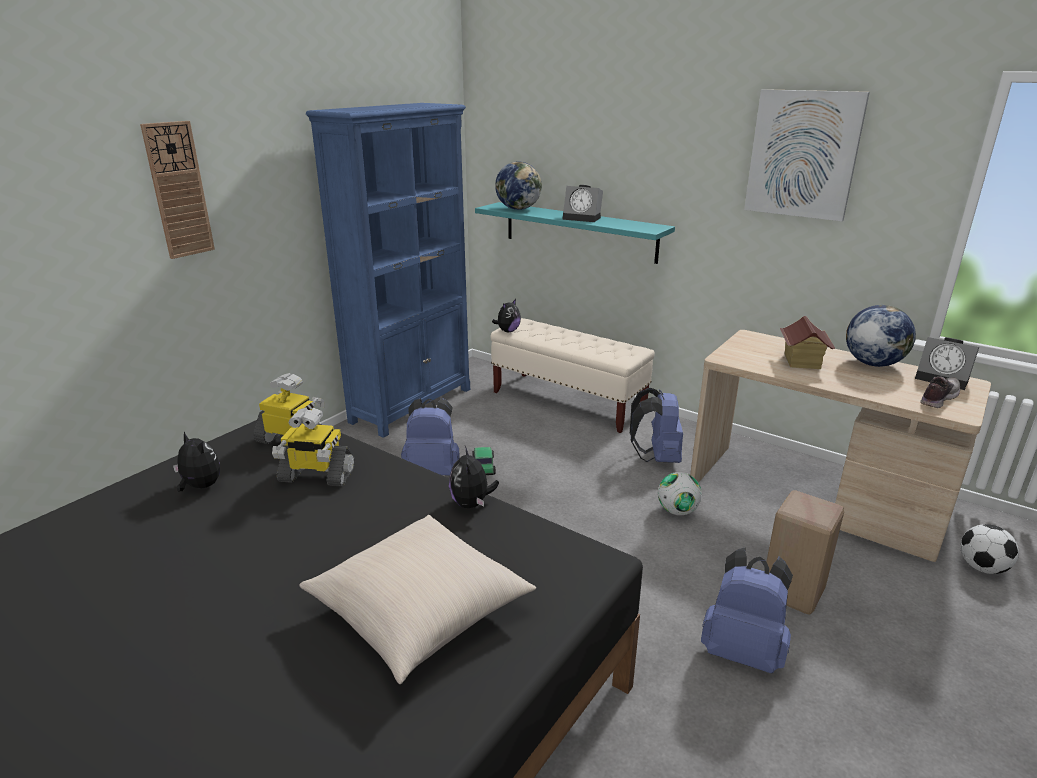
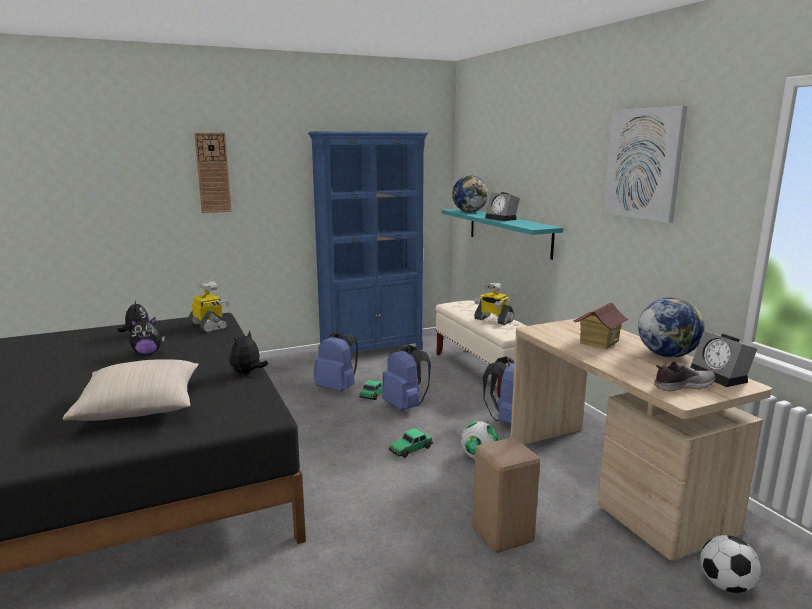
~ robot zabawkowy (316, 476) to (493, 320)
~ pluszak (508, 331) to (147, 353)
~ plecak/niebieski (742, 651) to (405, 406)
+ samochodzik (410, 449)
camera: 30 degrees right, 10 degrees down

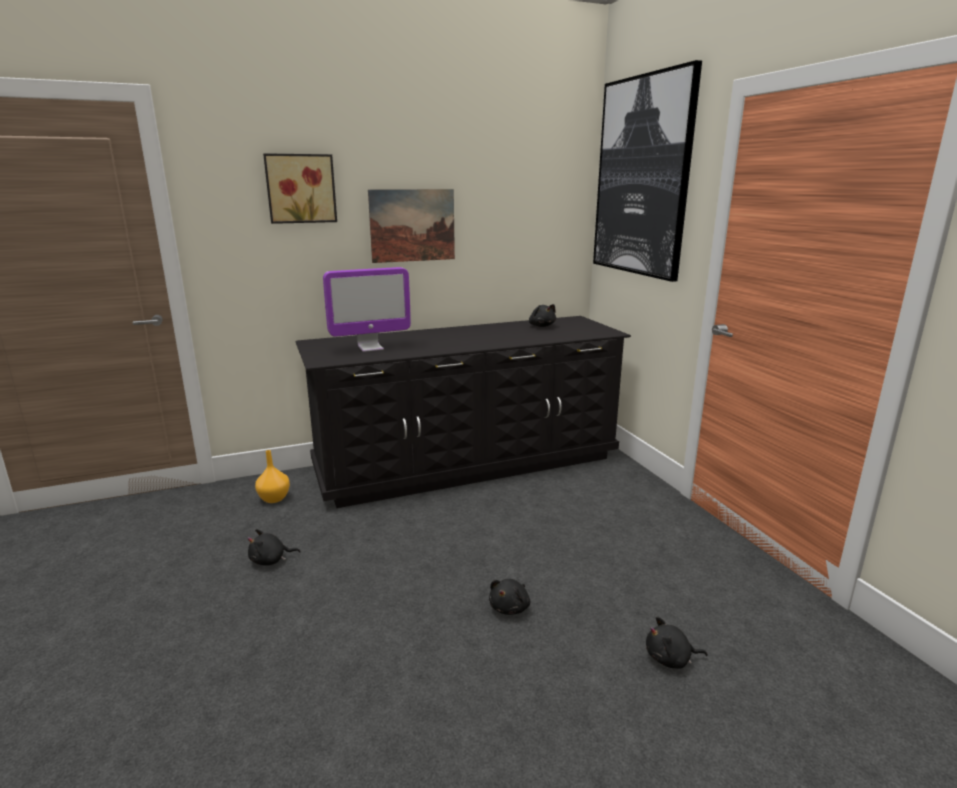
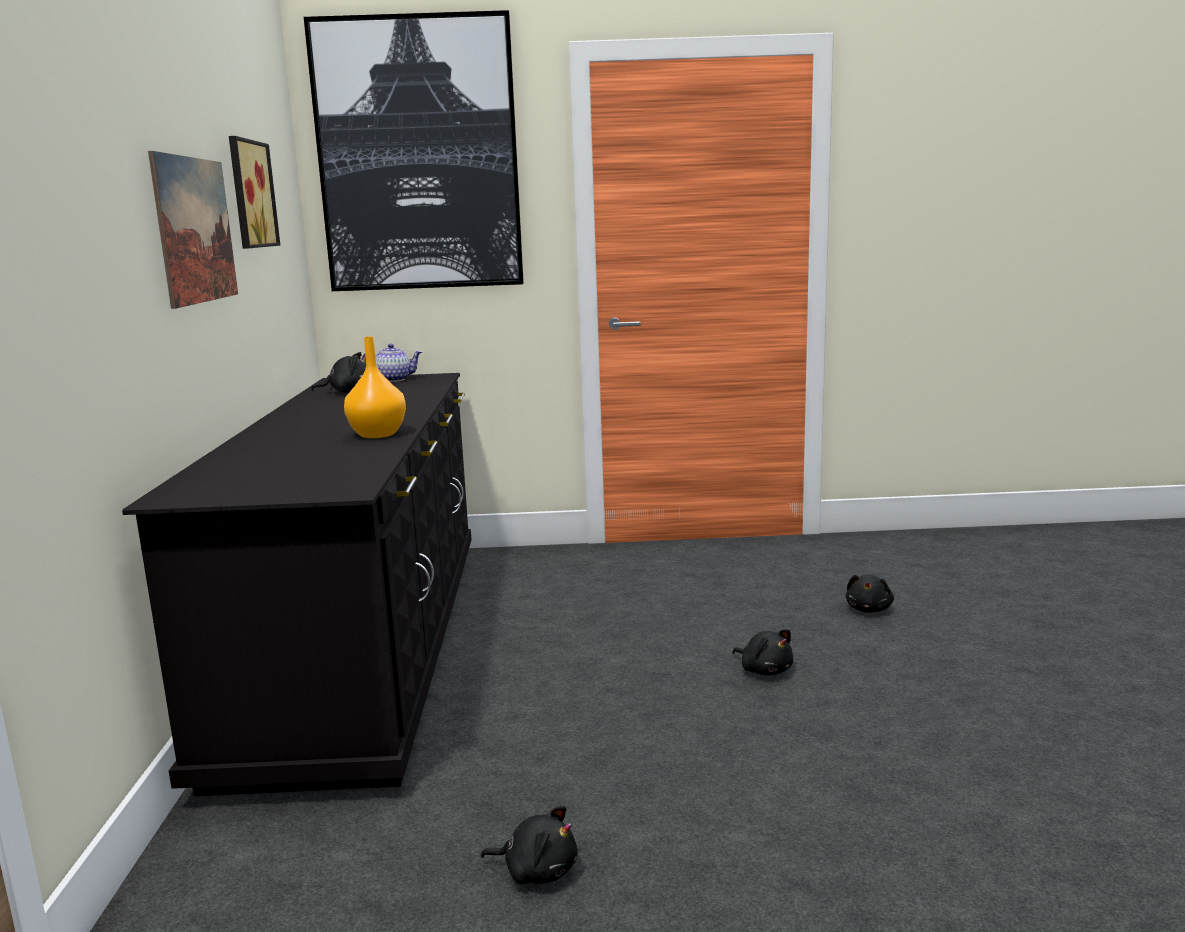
~ pluszak/czarny (271, 560) = (537, 870) 75 degrees counterclockwise
~ wazon/pomarańczowy (274, 498) to (376, 435)
~ obraz (301, 188) to (248, 194)
- monitor (370, 348)
+ imbryk (394, 379)
camera: 70 degrees left, 5 degrees down

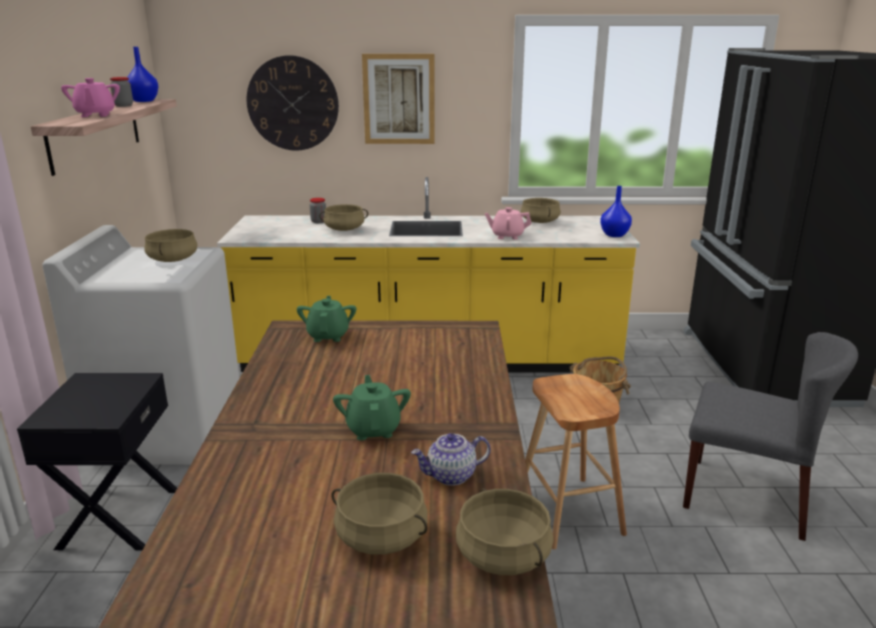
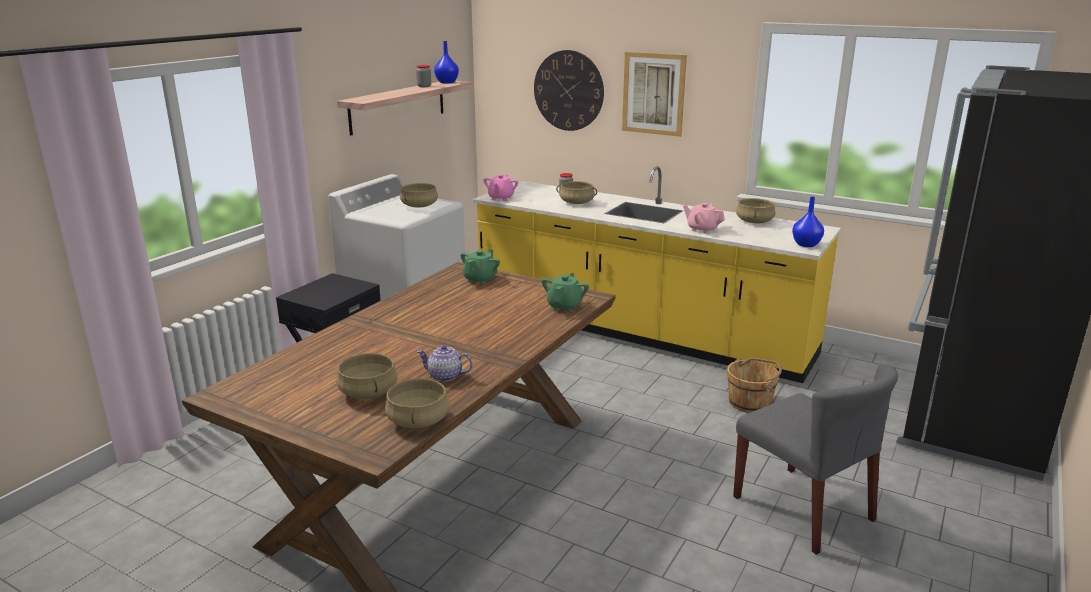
~ imbryk/różowy (95, 115) to (501, 198)
~ imbryk/zielony (373, 429) to (565, 306)
- stołek/brązowy (568, 511)
camera: 30 degrees right, 0 degrees up

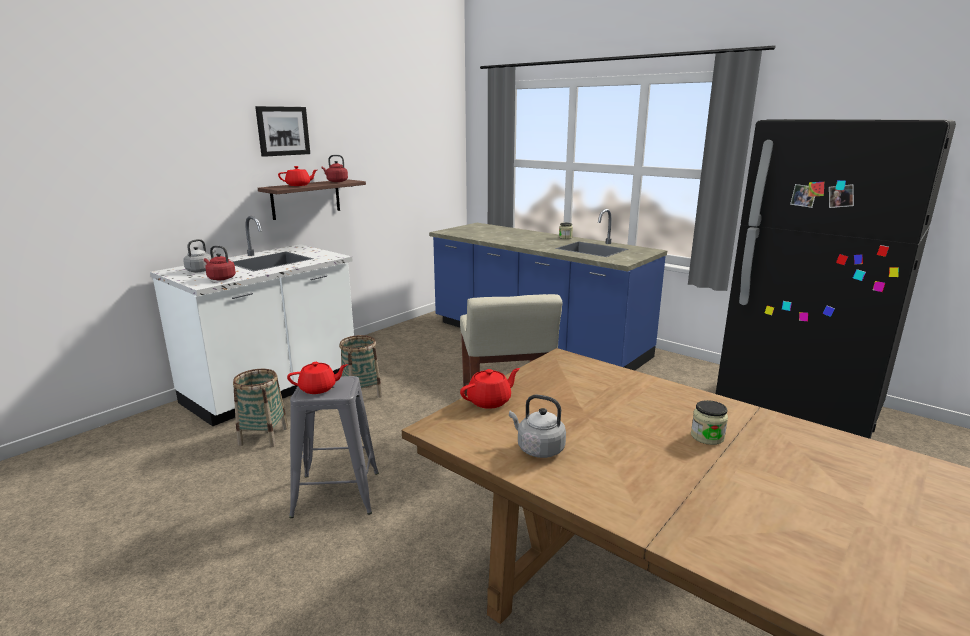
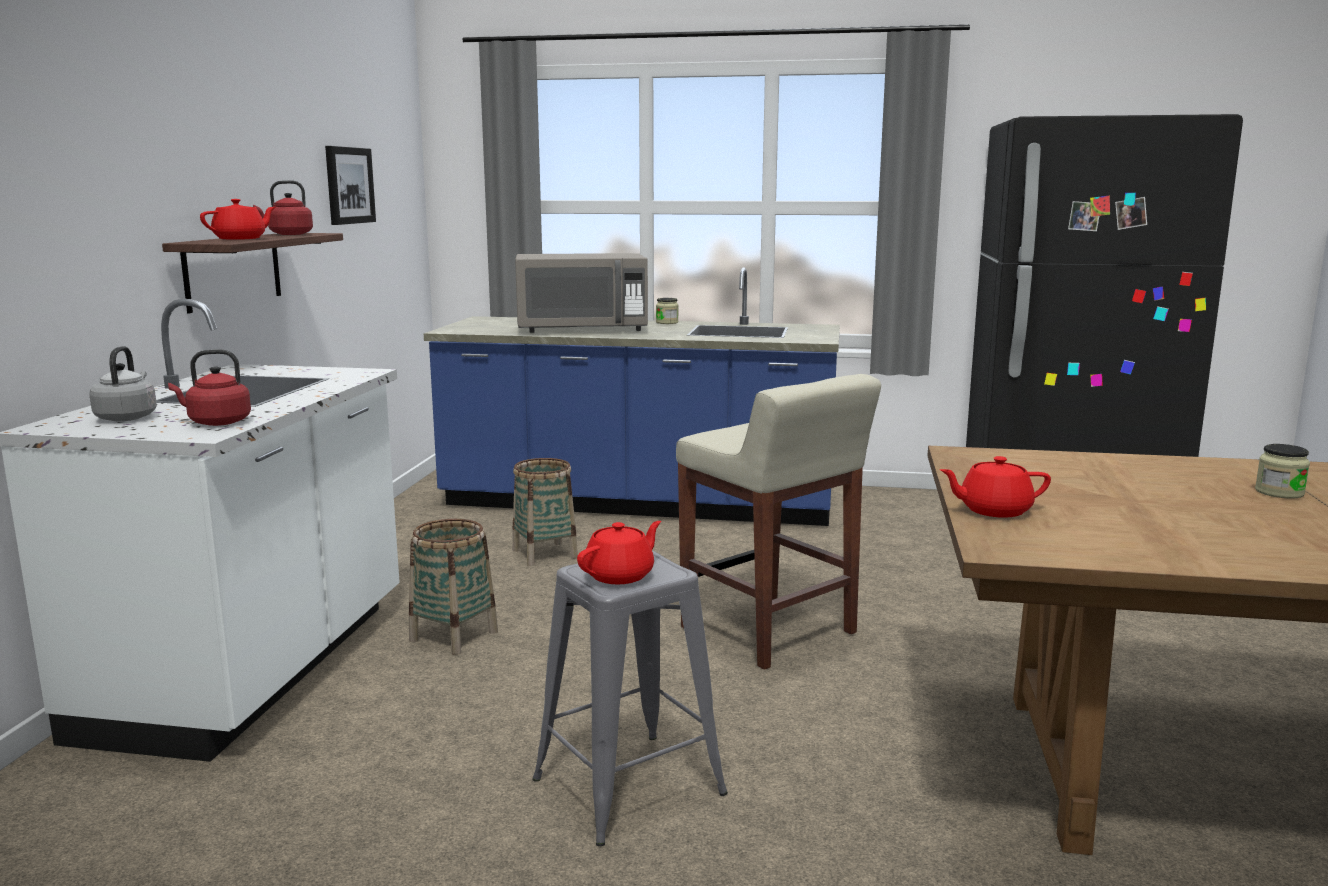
~ koszyk (263, 436) to (544, 554)
~ obraz (282, 131) to (348, 185)
~ imbryk/czerwony (490, 401) = (993, 510) 120 degrees counterclockwise
- czajnik/szary (538, 449)
+ mikrofalówka/szary (582, 329)
camera: 30 degrees left, 5 degrees down

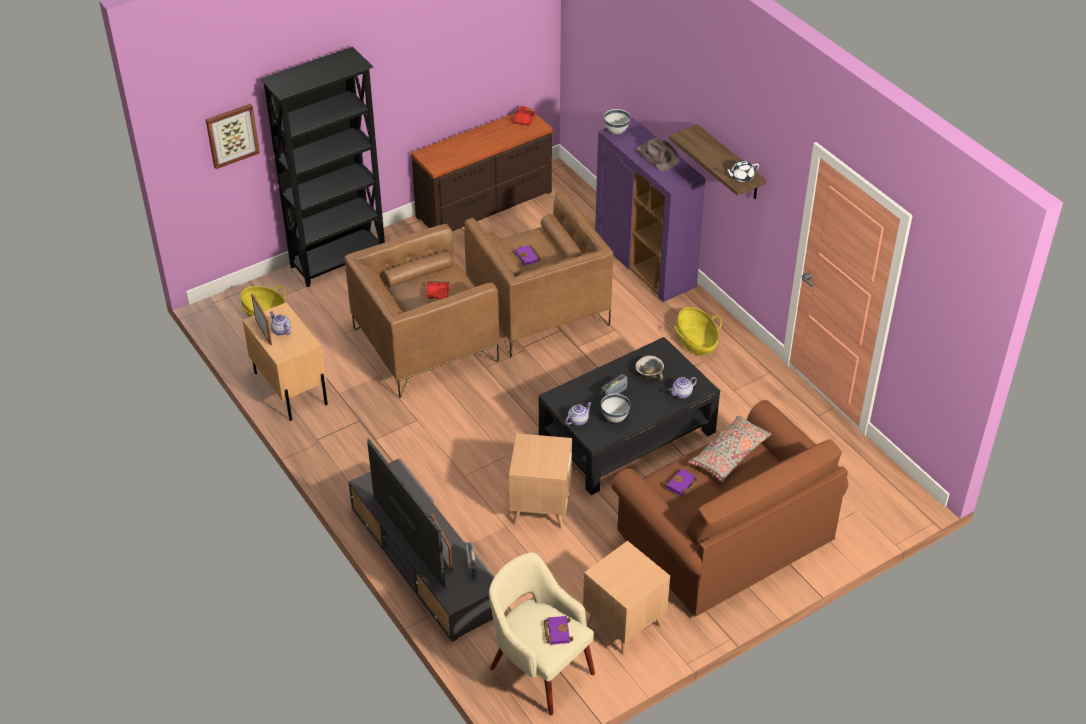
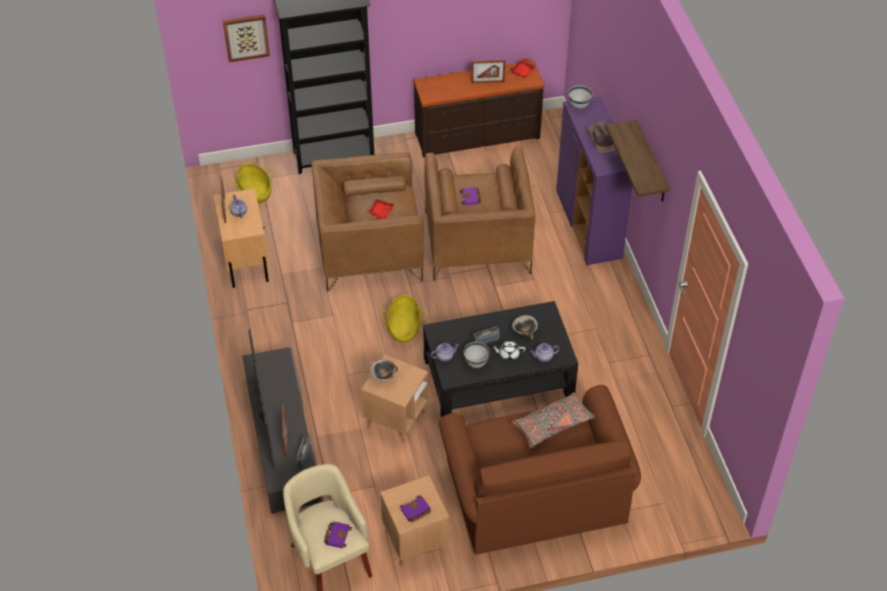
~ książka/fioletowy (681, 485) to (415, 511)
~ koszyk (696, 342) to (404, 328)
~ imbryk/biały (741, 177) to (508, 354)
+ miska (383, 376)
+ ramka na zdjęcie (487, 82)
camera: 20 degrees right, 5 degrees up

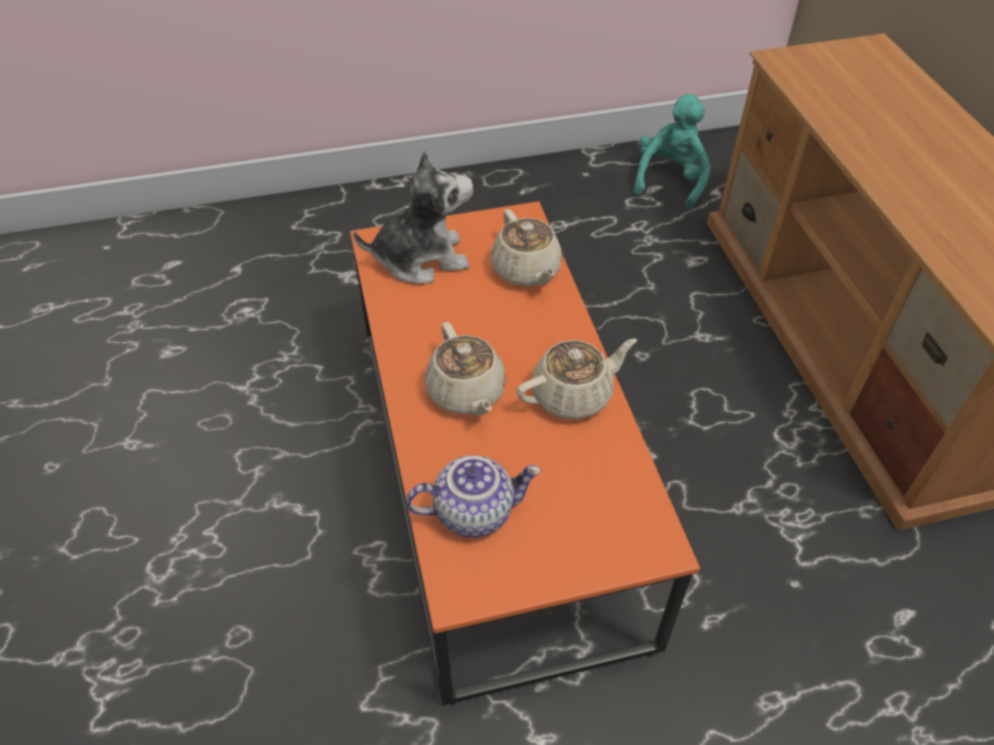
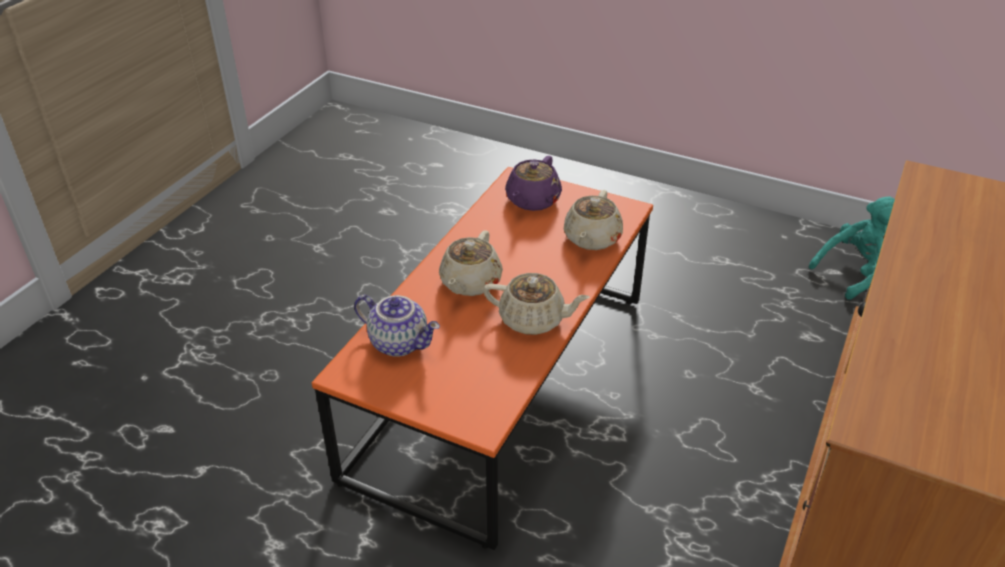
~ pluszak (421, 258) to imbryk/fioletowy (532, 200)
camera: 40 degrees right, 10 degrees down

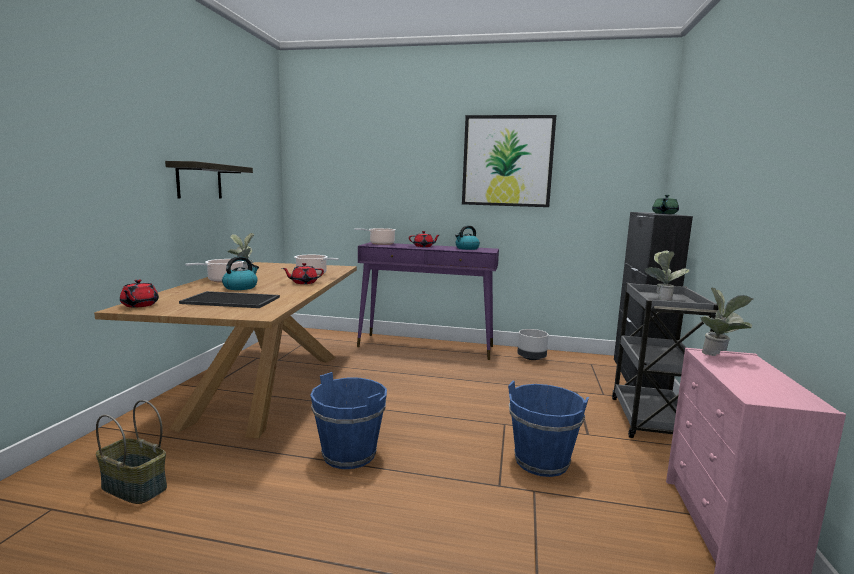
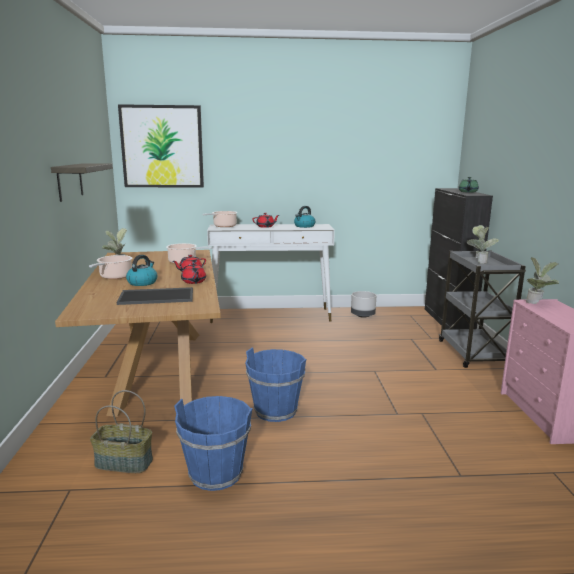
~ imbryk/czerwony (139, 305) to (194, 282)
~ stolik konsolowy/fioletowy (426, 346) to stolik konsolowy/biały (271, 315)
~ obraz (507, 161) to (162, 147)
~ wiadro/niebieski (541, 461) to (216, 473)
camera: 15 degrees left, 5 degrees up

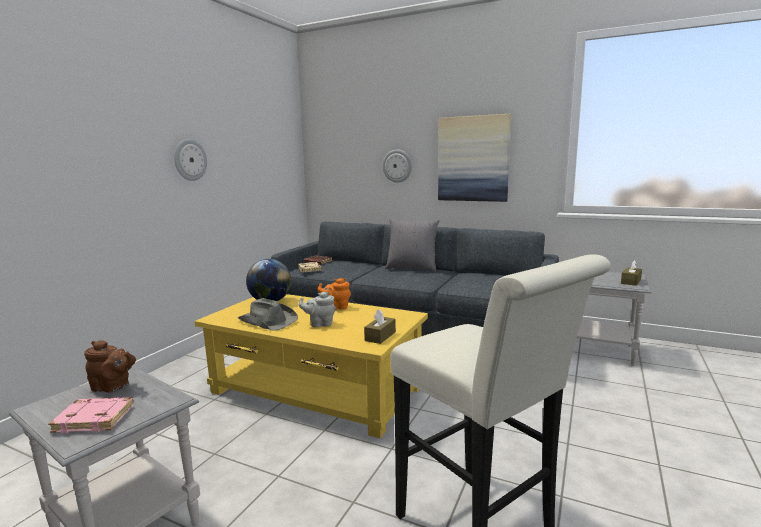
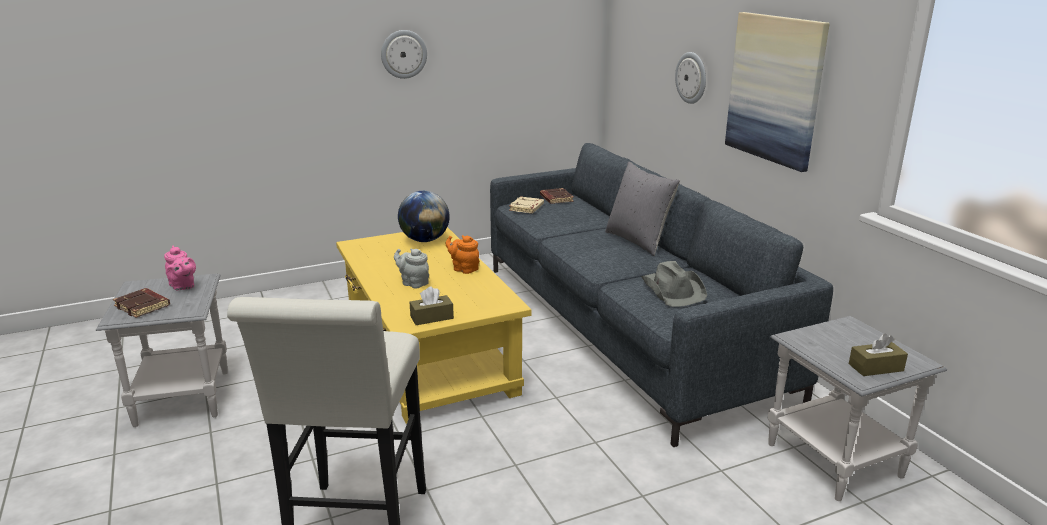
~ książka/różowy (96, 418) to książka/brązowy (143, 306)
~ imbryk/brązowy (113, 387) to imbryk/różowy (183, 286)
~ kapelusz/szary (268, 321) to (673, 290)
camera: 40 degrees right, 10 degrees up

